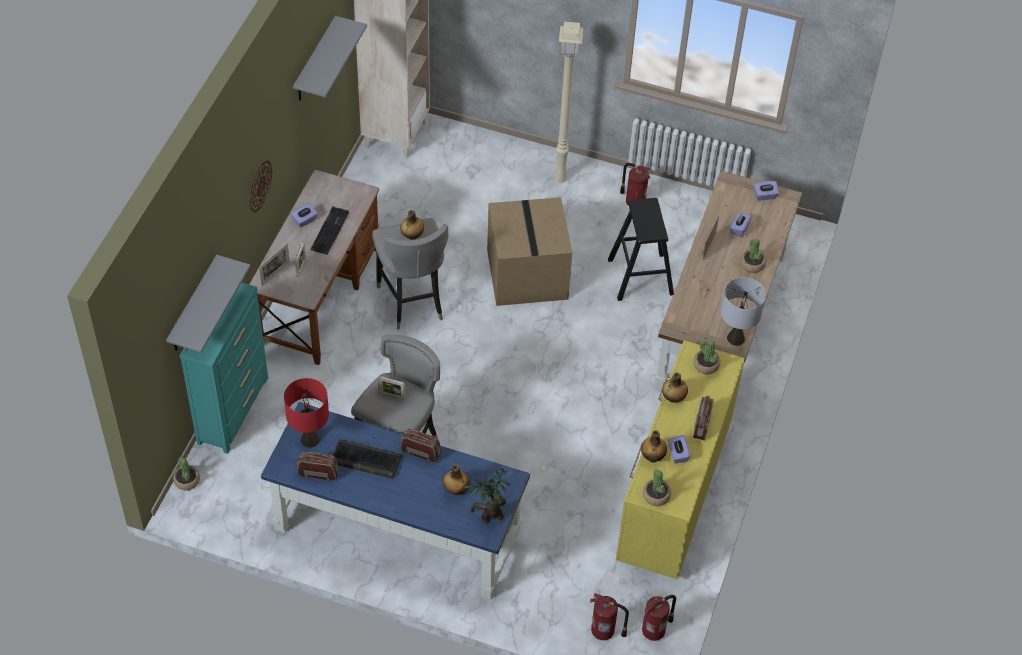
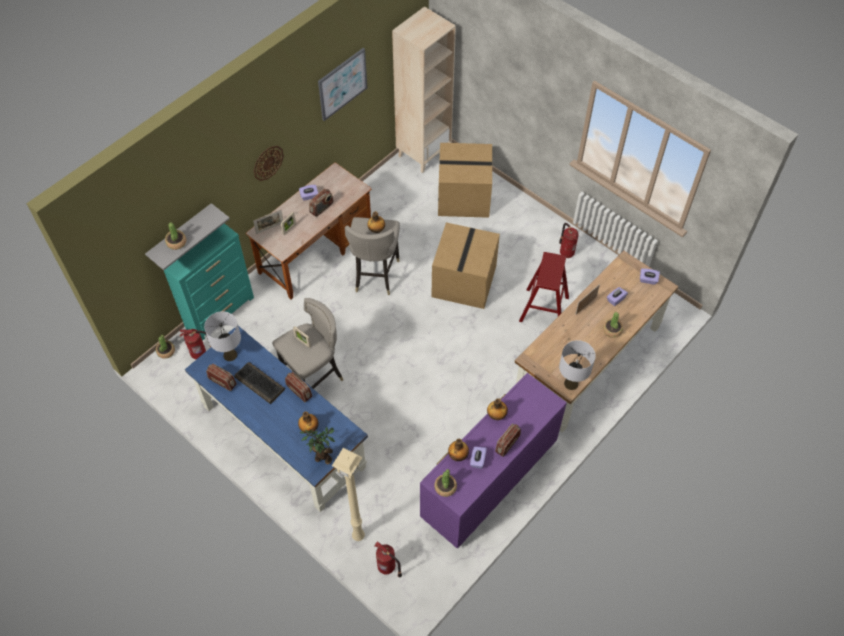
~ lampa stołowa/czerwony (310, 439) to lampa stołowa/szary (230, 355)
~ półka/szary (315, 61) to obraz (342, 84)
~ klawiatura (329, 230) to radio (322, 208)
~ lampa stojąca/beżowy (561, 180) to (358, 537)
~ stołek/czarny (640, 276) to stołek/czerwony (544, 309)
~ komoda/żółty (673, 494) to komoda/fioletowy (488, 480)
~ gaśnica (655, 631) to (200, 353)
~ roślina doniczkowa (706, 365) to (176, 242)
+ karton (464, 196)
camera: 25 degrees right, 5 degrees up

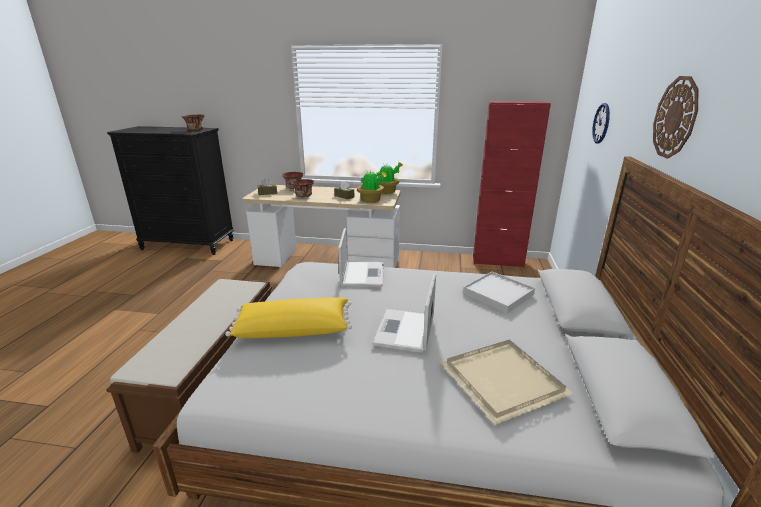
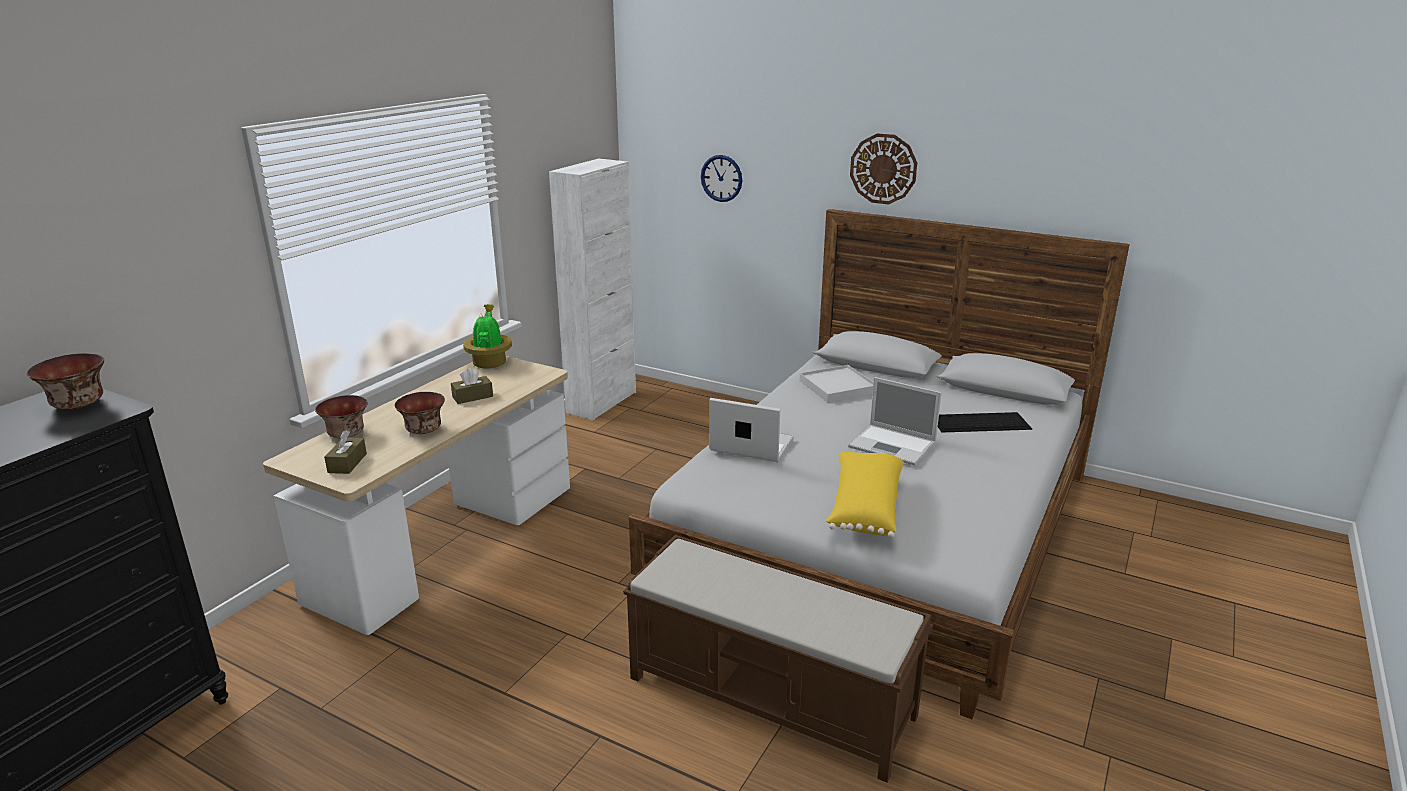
- roślina doniczkowa (371, 200)
~ taca/beżowy (500, 379) to klawiatura (979, 422)
~ szafka/czerwony (497, 261) to szafka/biały (602, 402)
camera: 70 degrees left, 0 degrees up

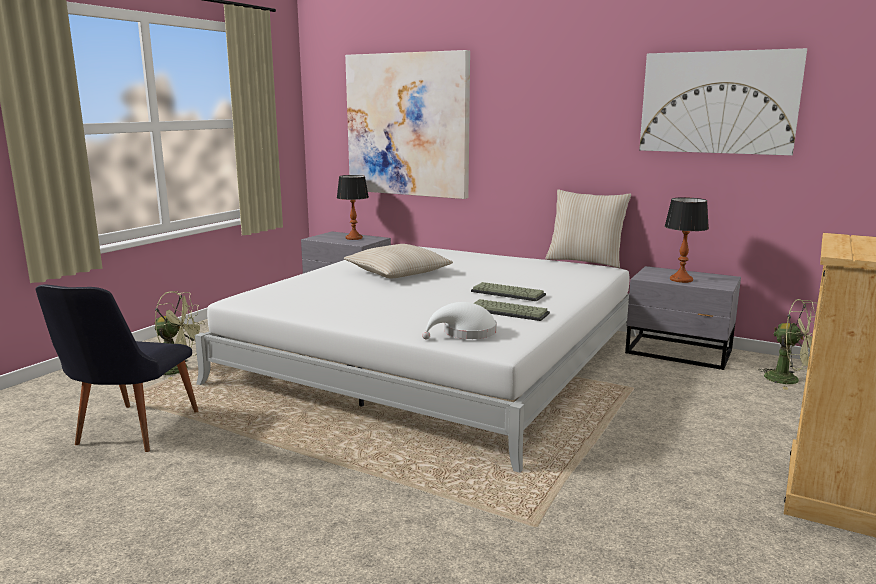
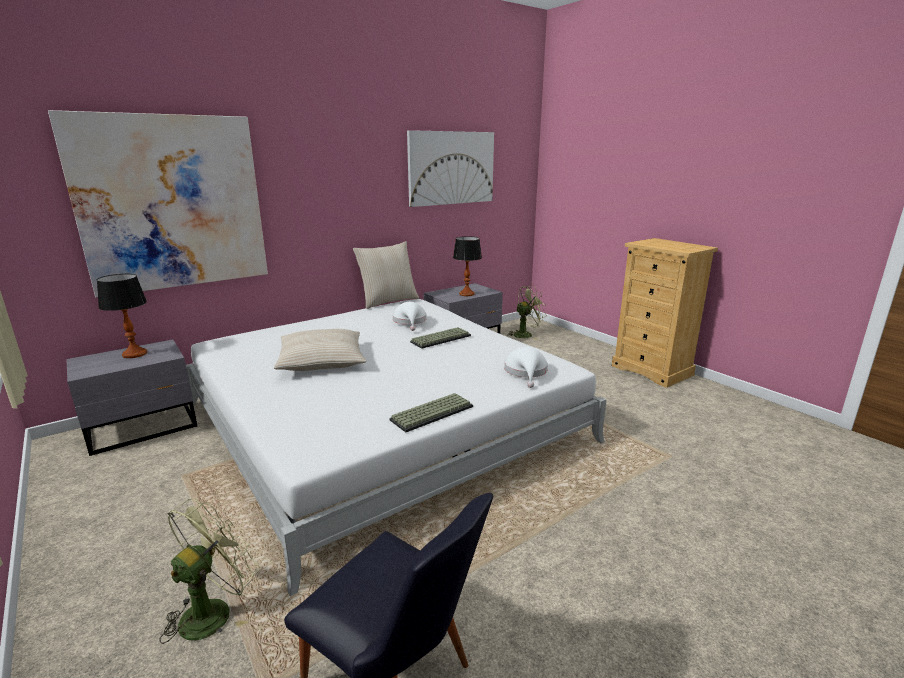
~ klawiatura (509, 311) to (432, 412)
+ kapelusz/biały (410, 321)
camera: 65 degrees left, 5 degrees up

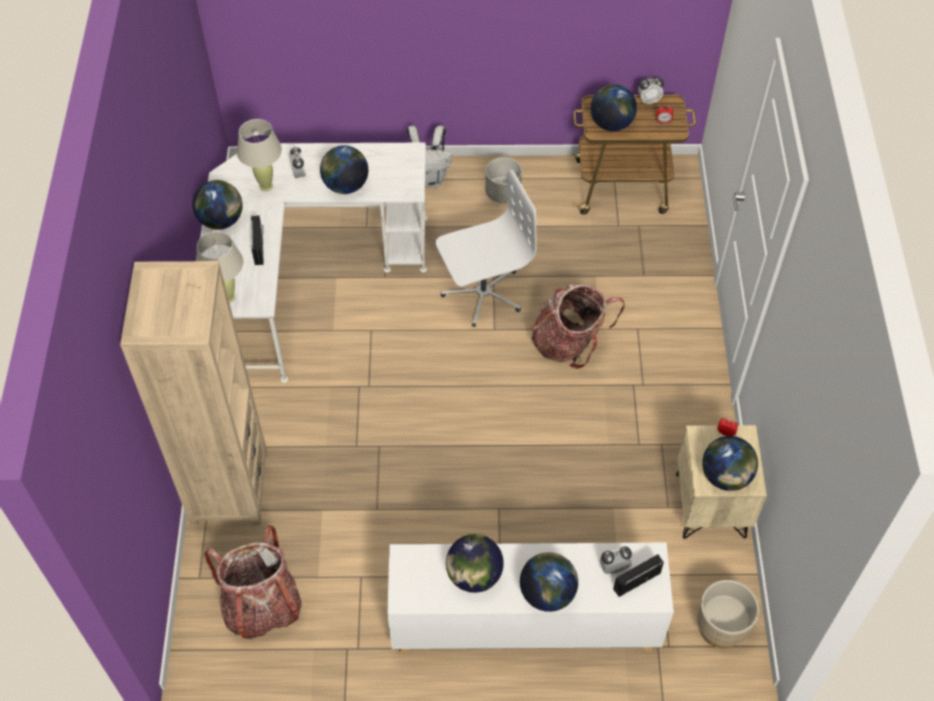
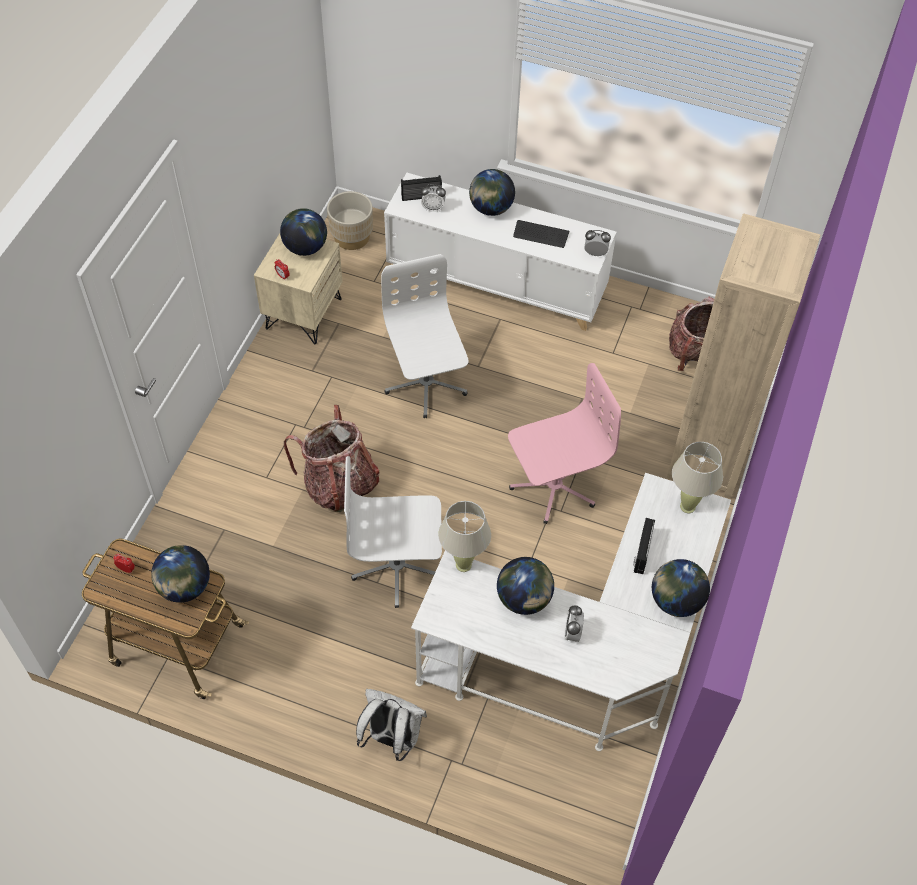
~ lampa stołowa/beżowy (266, 186) to (463, 564)
~ globus (474, 575) to klawiatura (541, 235)
- donica/szary (503, 193)
~ budzik (649, 100) to (595, 253)
+ krzesło biurowe/biały (425, 384)
+ krzesło biurowe/różowy (553, 486)
camera: 160 degrees left, 0 degrees up

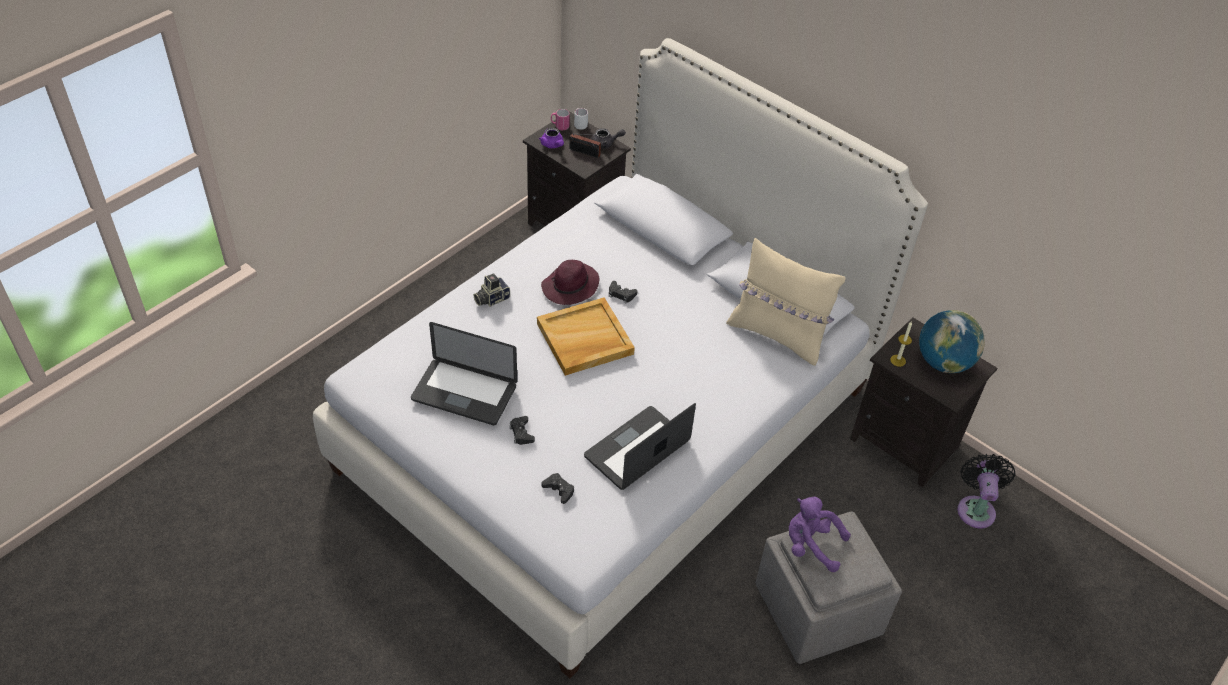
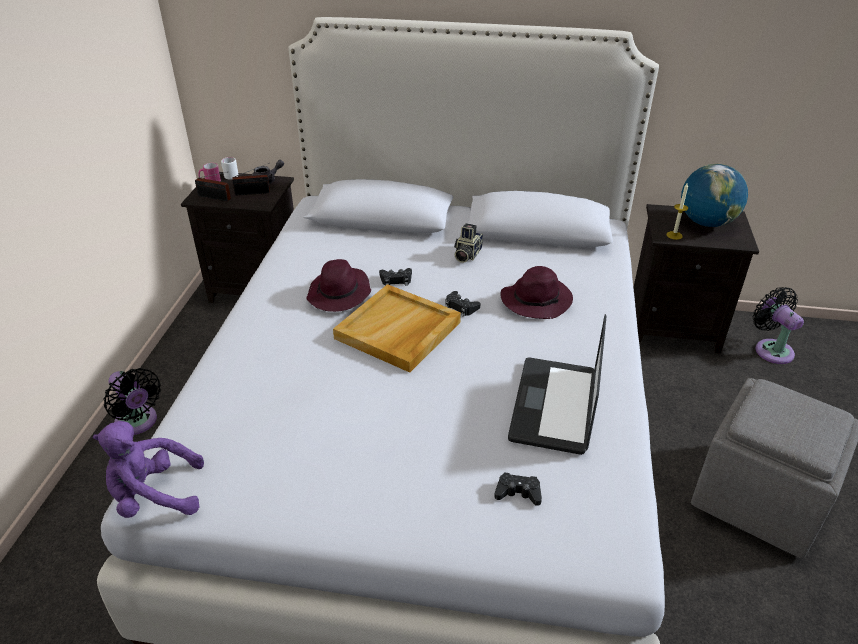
- laptop (464, 393)
~ aparat fotograficzny (491, 298) to (466, 254)
~ pad do gier/czarny (521, 433) to (461, 307)
~ imbryk/fioletowy (553, 145) to radio (216, 198)
- poduszka/beżowy (778, 335)
~ pluszak/fioletowy (811, 545) to (154, 496)
+ wentylator/czarny (138, 423)
+ kapelusz/fioletowy (536, 300)
camera: 30 degrees left, 10 degrees down

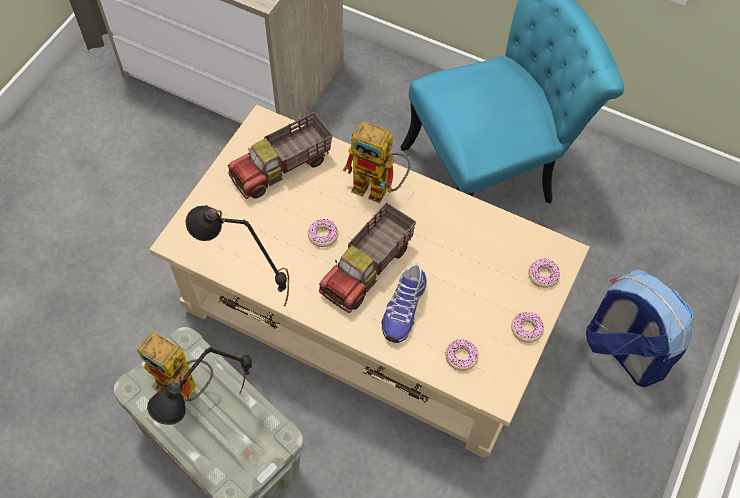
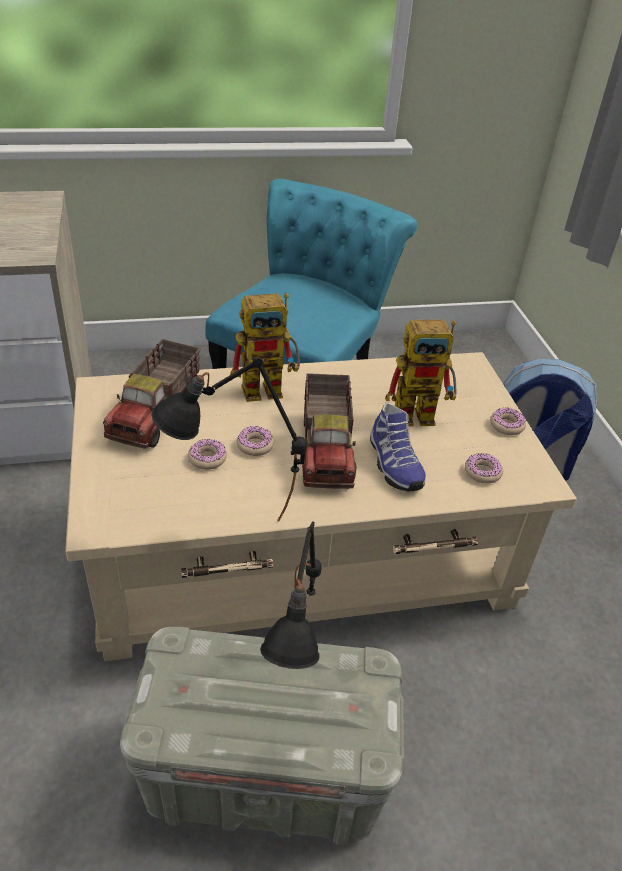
~ robot zabawkowy (185, 389) to (422, 414)
~ donut (543, 275) to (207, 458)
camera: 40 degrees left, 20 degrees down

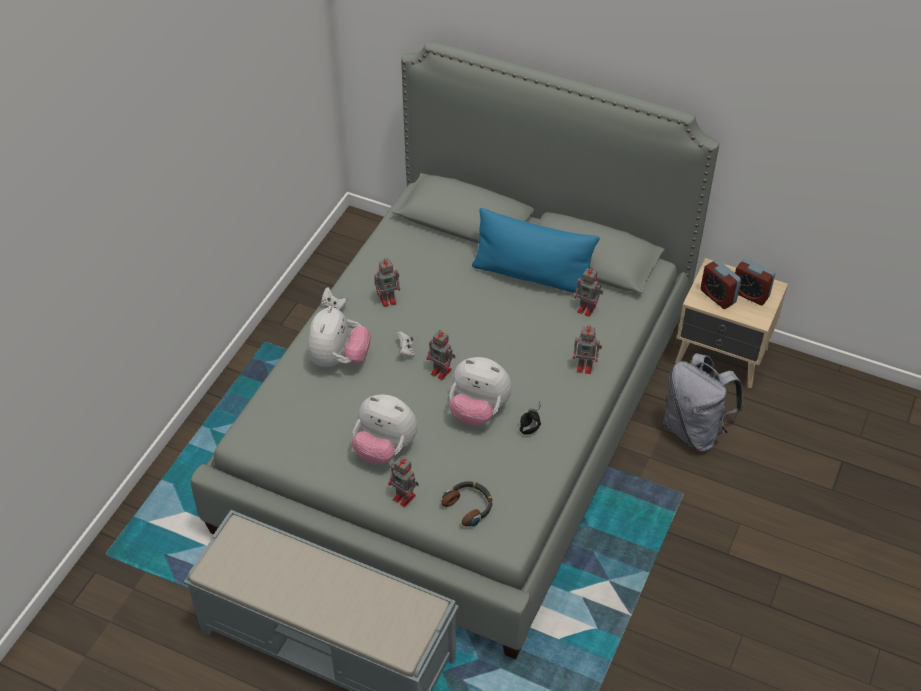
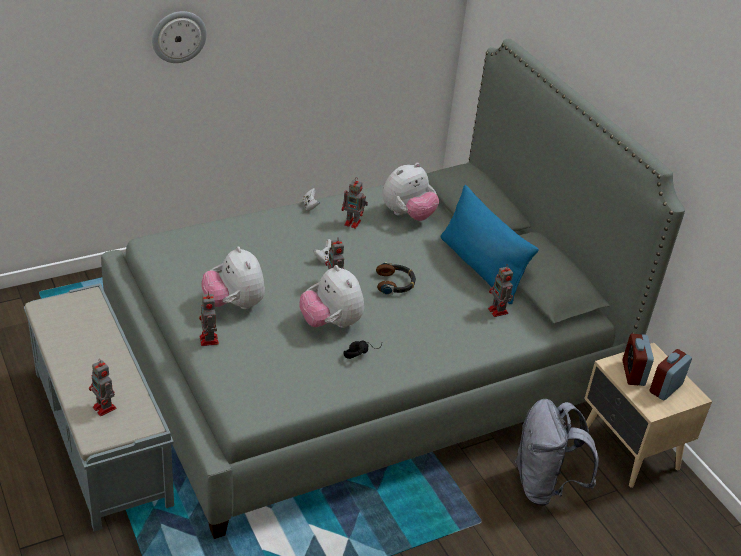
~ pluszak (338, 359) to (408, 215)
~ słuchawki (469, 506) to (395, 283)
~ robot zabawkowy (585, 367) to (105, 408)
~ budzik (750, 294) = (665, 388) 60 degrees clockwise
+ zegar ścienny (178, 36)
camera: 35 degrees right, 10 degrees down

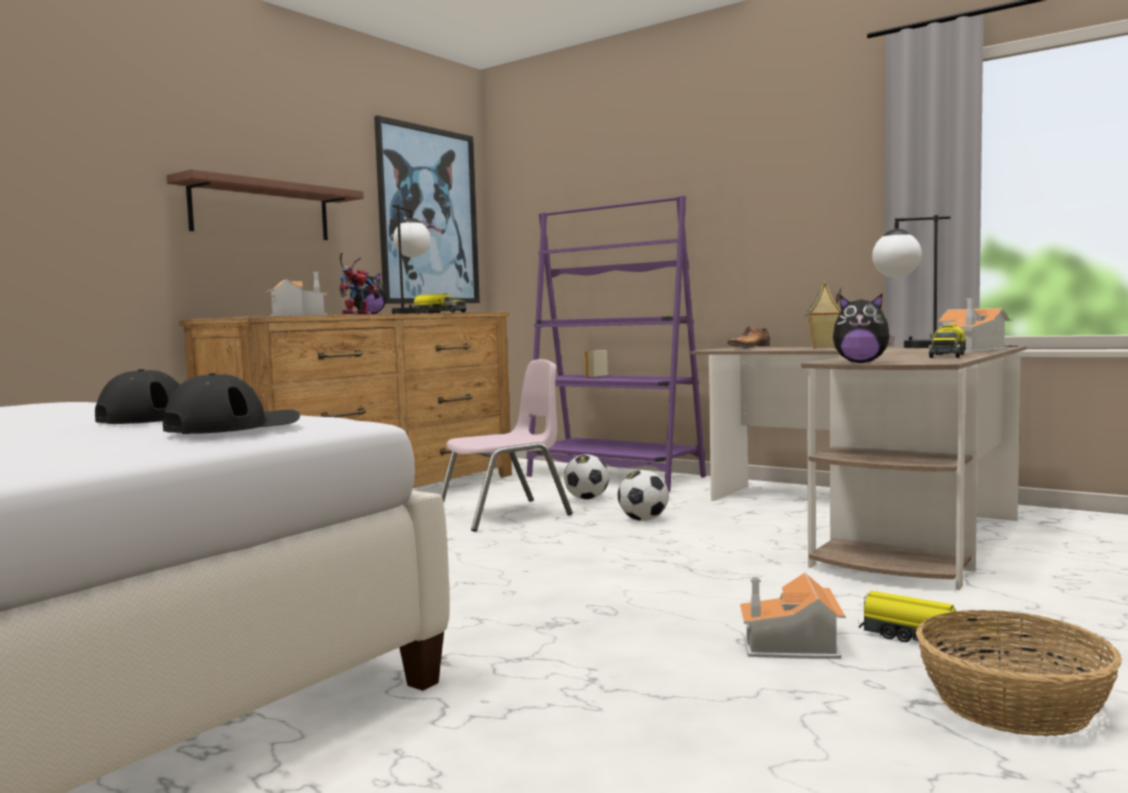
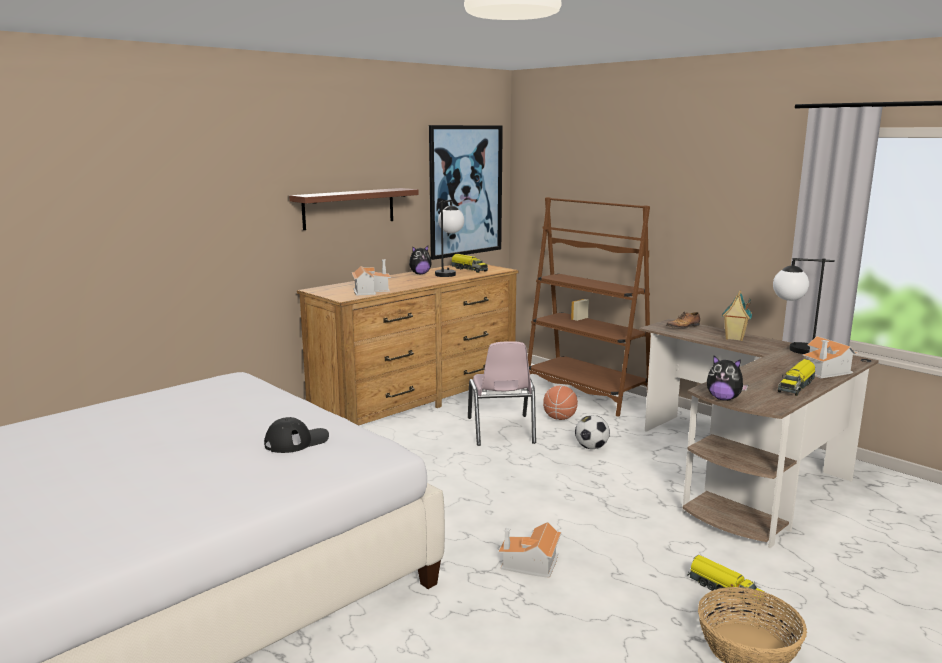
- czapka z daszkiem/czarny (233, 426)
- robot zabawkowy (357, 314)
~ krzesło/różowy (505, 515) = (501, 430) 105 degrees clockwise
~ regał/fioletowy (615, 477) to regał/brązowy (586, 393)
~ piłka futbolowa (587, 498) to piłka do koszykówki (559, 418)
~ domek (793, 645) to (530, 564)
camera: 10 degrees right, 10 degrees up

